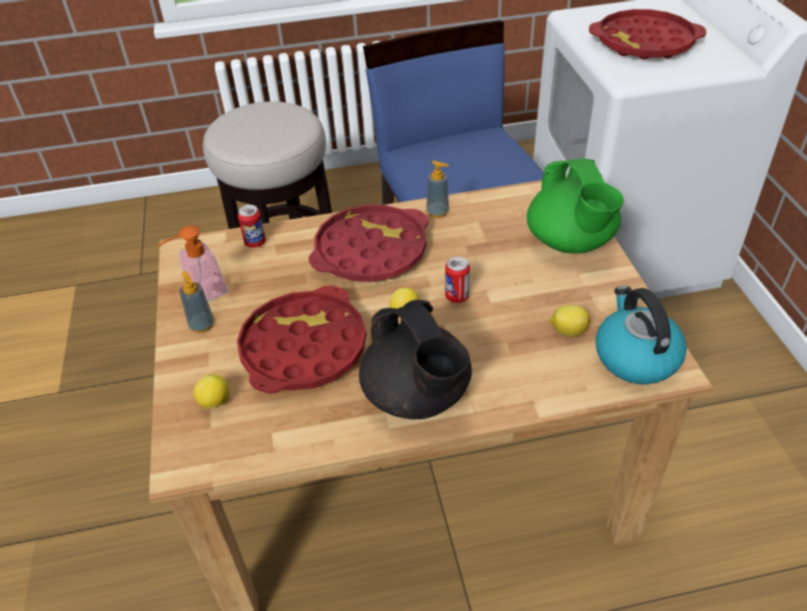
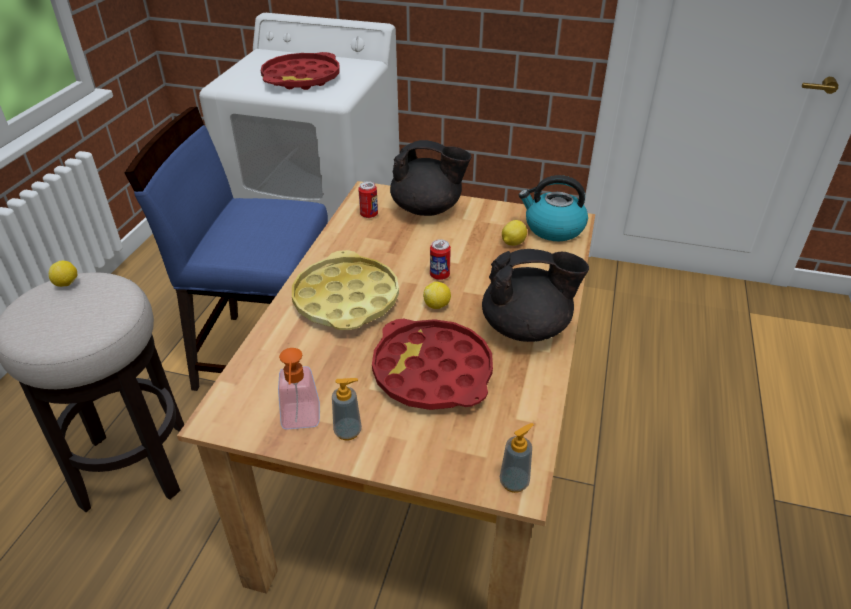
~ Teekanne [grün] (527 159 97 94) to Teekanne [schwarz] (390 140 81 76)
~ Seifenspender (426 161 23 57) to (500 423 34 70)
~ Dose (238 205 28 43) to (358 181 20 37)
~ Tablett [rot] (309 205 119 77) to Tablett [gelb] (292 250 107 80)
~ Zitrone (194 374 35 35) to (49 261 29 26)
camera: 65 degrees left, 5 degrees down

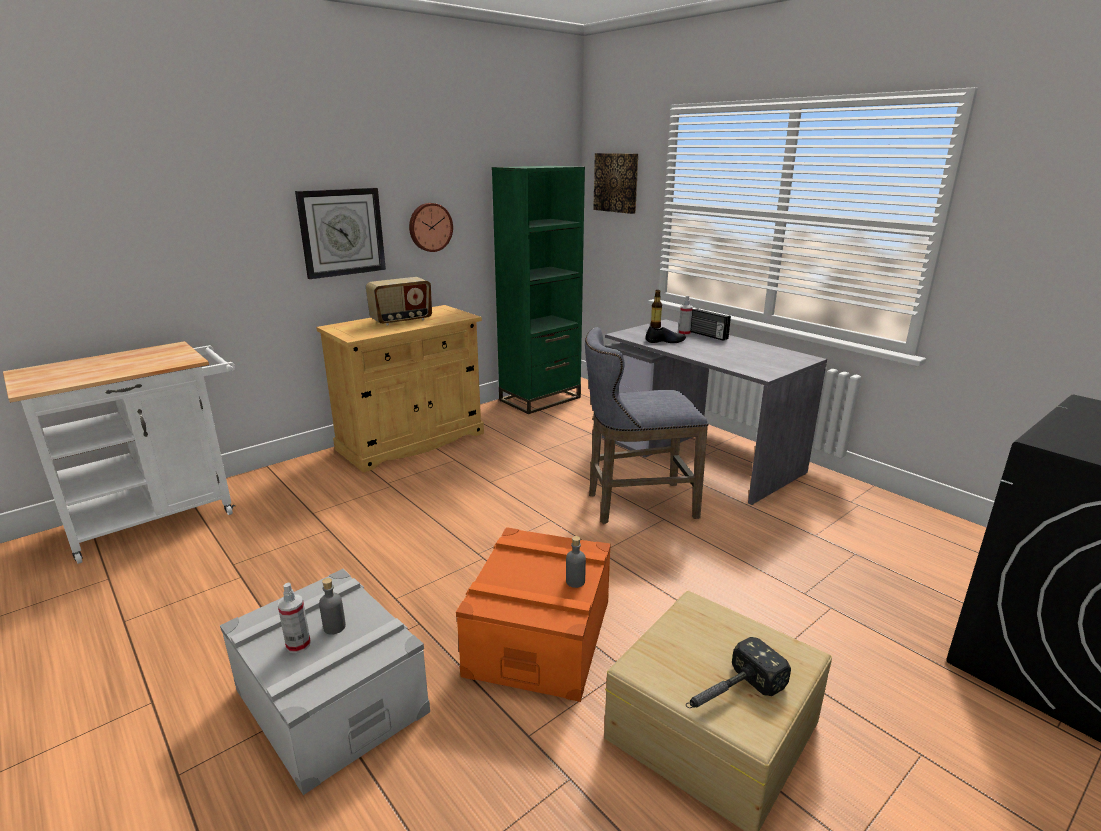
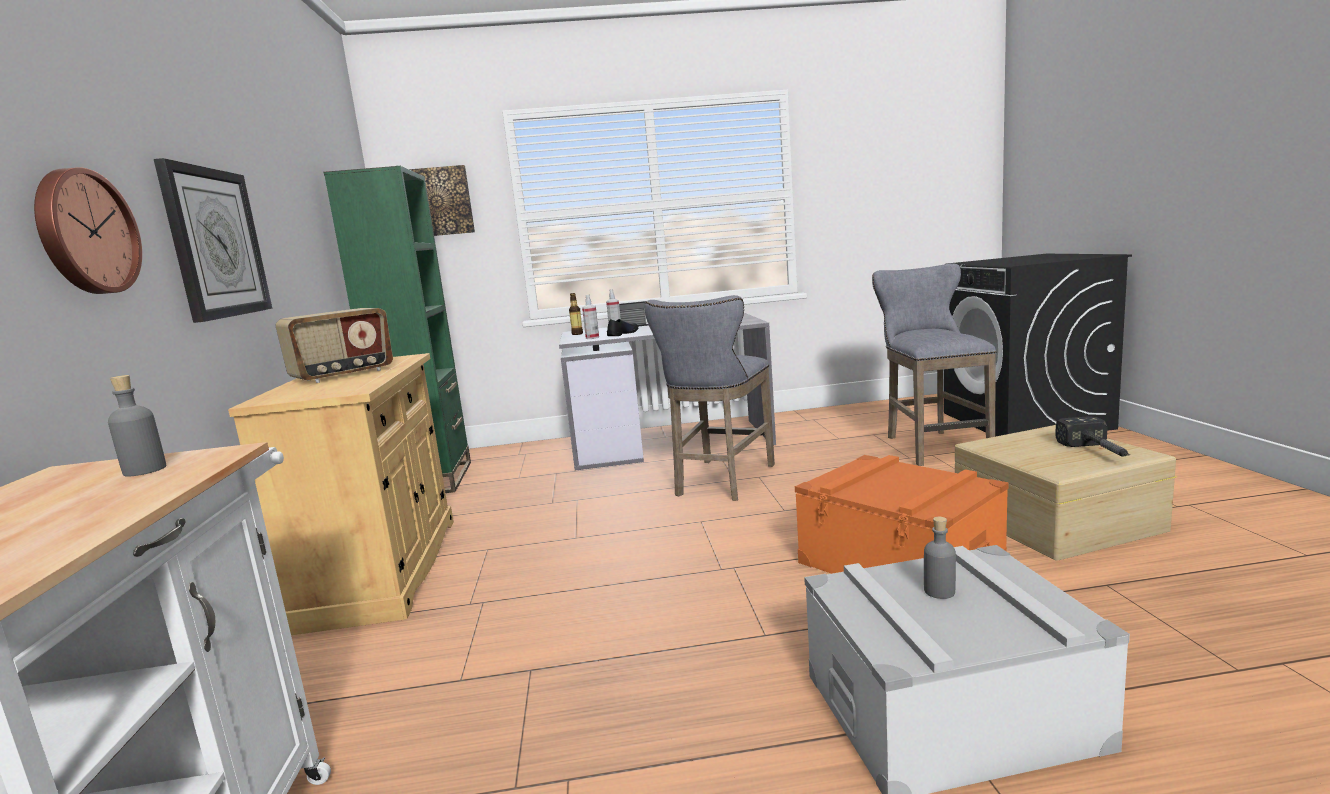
~ Wanduhr (409 203 44 49) to (34 167 108 127)
~ Radio (366 277 66 48) = (275 308 118 75) 45 degrees clockwise
~ Flasche [grau] (566 536 20 52) to (108 375 58 102)
~ Sprühflasche (278 583 32 70) to (582 294 17 45)
+ Hocker [grau] (872 264 124 202)
camera: 55 degrees left, 10 degrees down

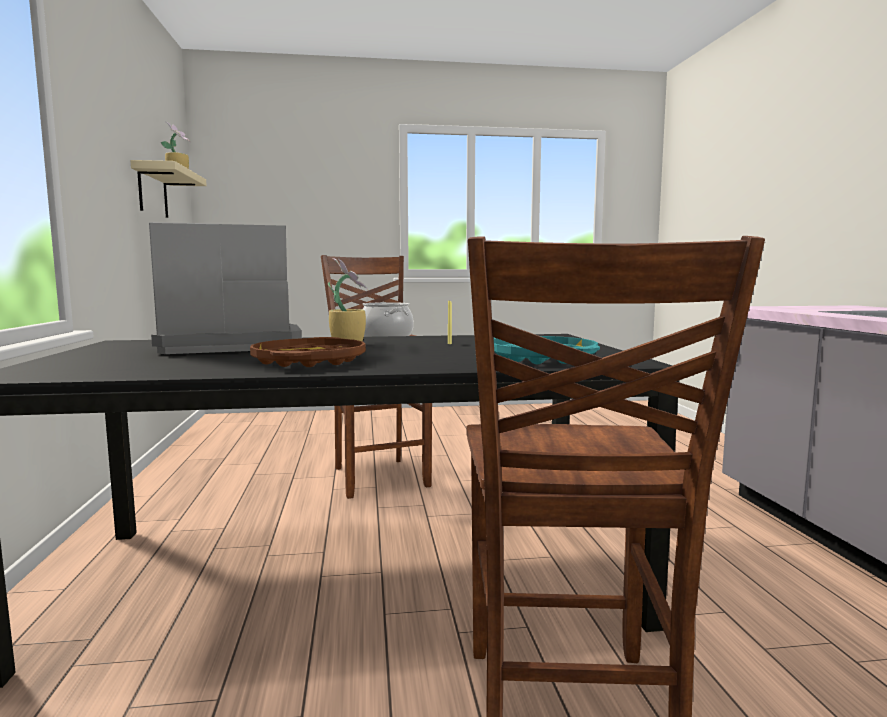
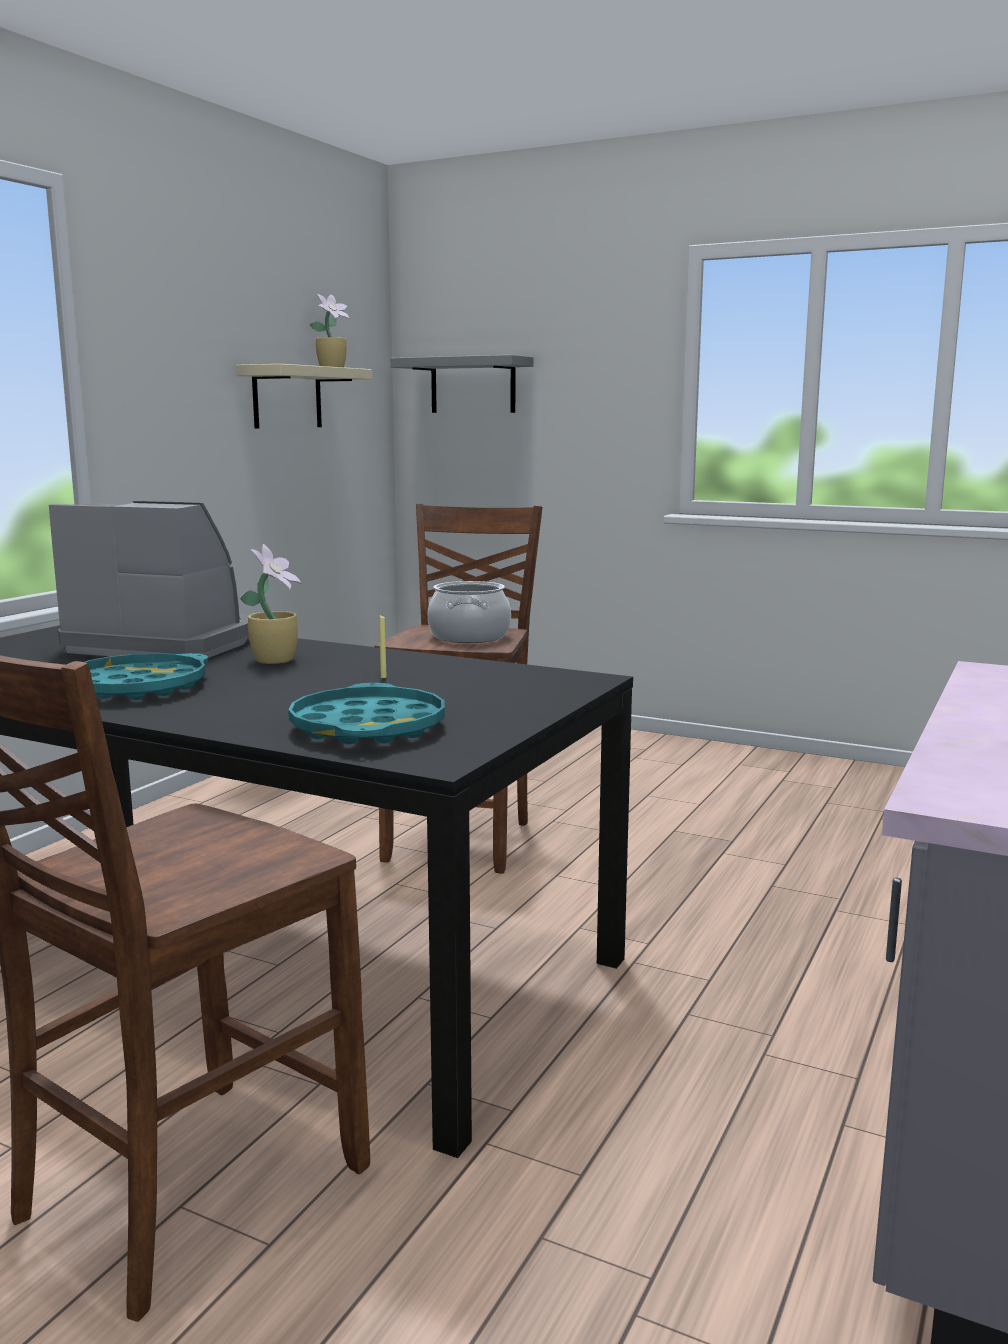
~ Tablett [braun] (250 337 116 30) to Tablett [türkis] (85 653 123 47)
+ Wandregal [grau] (390 355 143 58)
camera: 35 degrees right, 5 degrees up

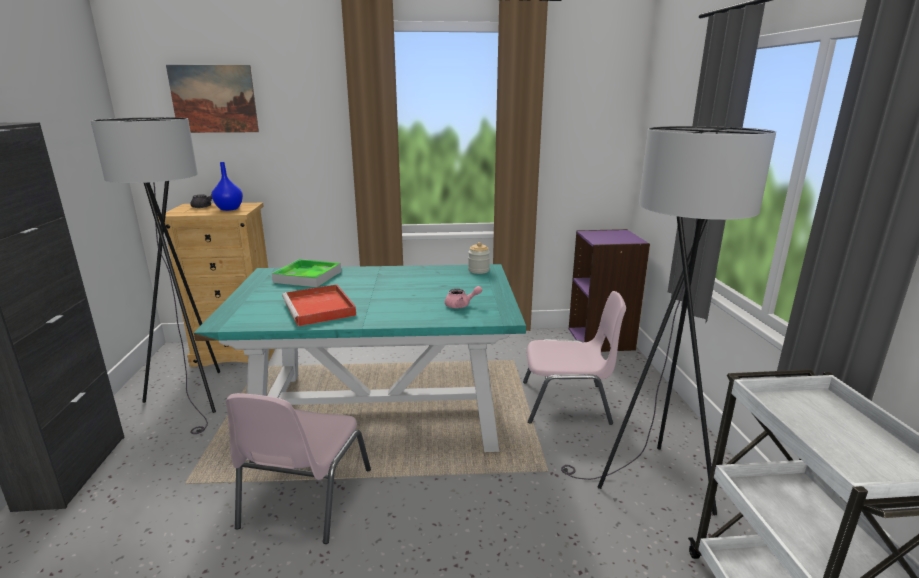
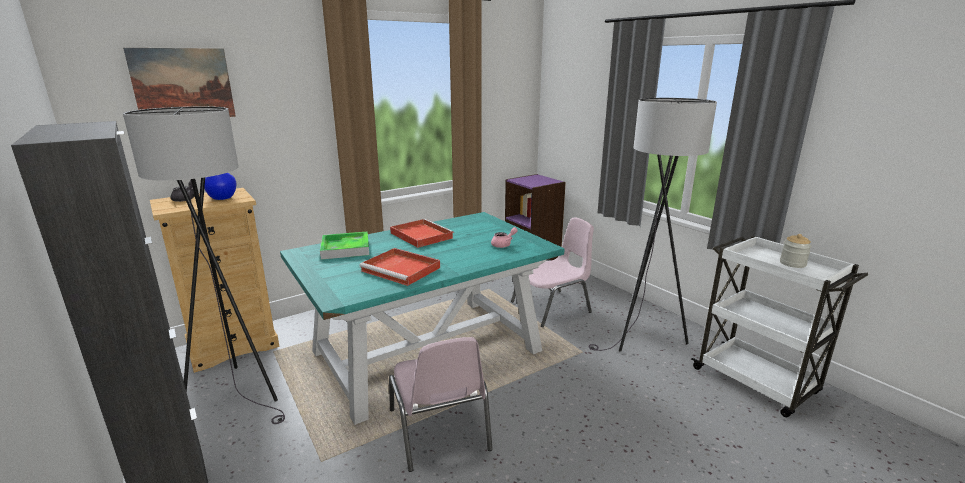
~ Vorratsglas (468 242 22 32) to (780 234 32 34)
+ Tablett [rot] (390 219 64 29)
camera: 30 degrees left, 0 degrees up

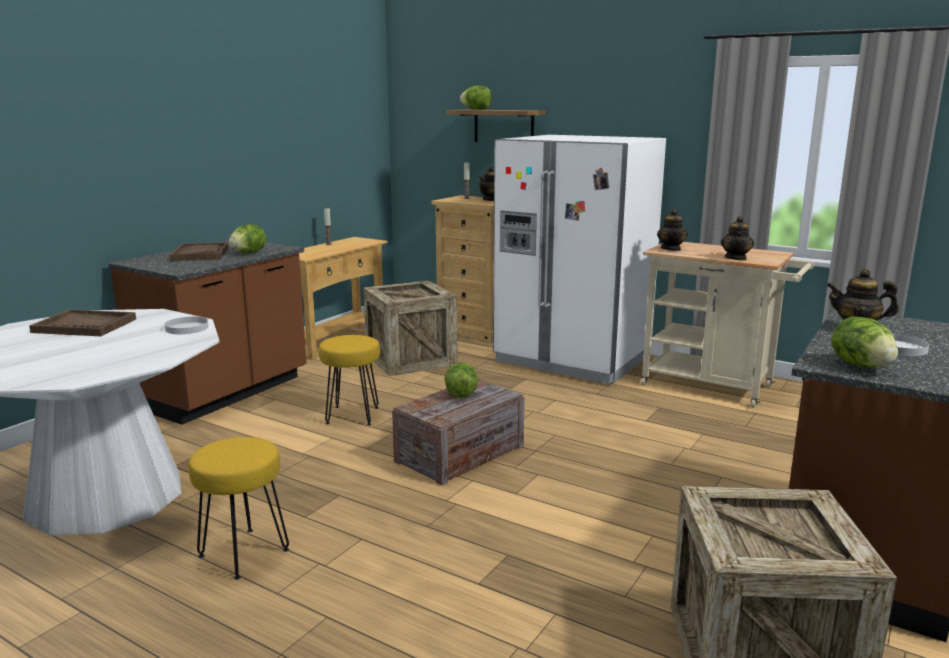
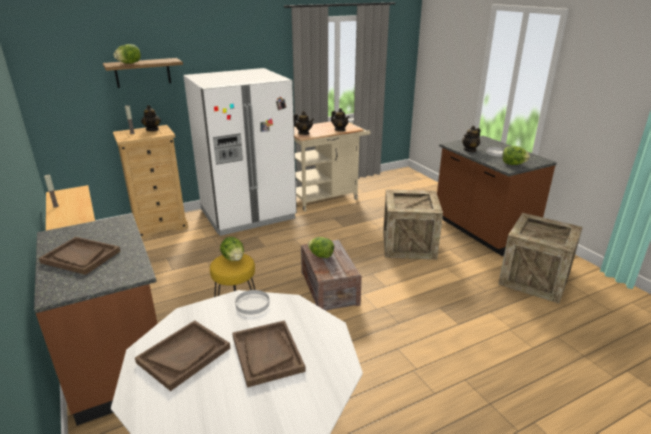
~ Salatkopf (229 224 37 29) to (220 237 24 24)
~ Kiste (363 280 94 96) to (383 190 60 70)
- Hocker [gelb] (188 437 101 143)
+ Tablett [braun] (232 320 74 68)
camera: 60 degrees left, 10 degrees up

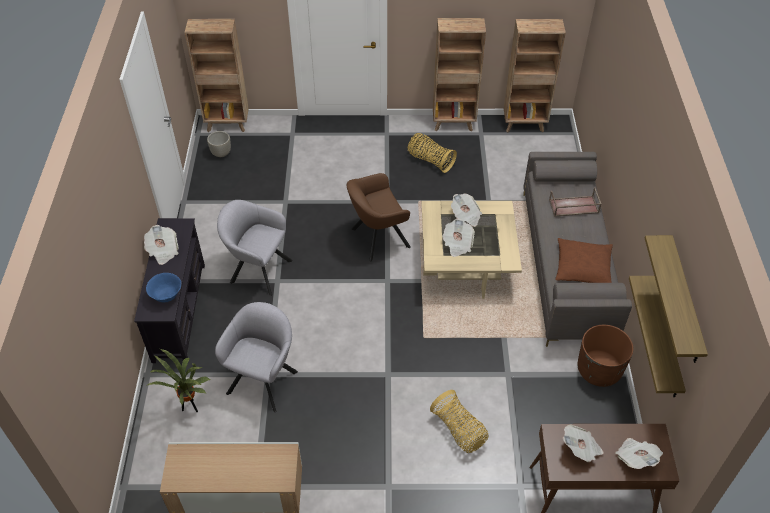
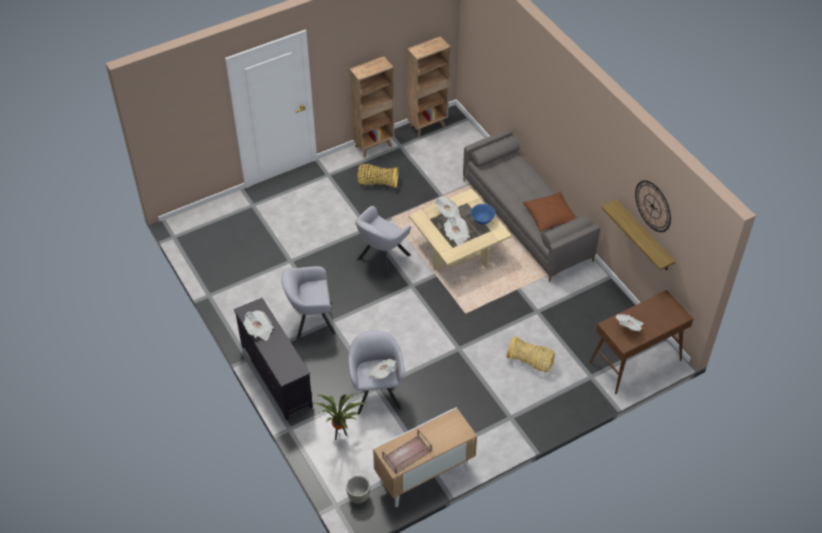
- Bücherregal [braun] (184 19 65 113)
~ Pflanzkübel [grau] (207 131 24 26) to (346 475 24 29)
~ Sessel [braun] (347 173 64 88) to Sessel [grau] (355 206 56 72)
~ Tablett [braun] (549 187 53 30) to (382 429 50 45)
~ Wandregal (645 235 63 128) to Wanduhr (635 180 36 52)
~ Schüssel [blau] (146 273 35 29) to (471 204 24 21)
- Pflanzkübel [braun] (578 325 56 62)
~ Zeitung (615 438 48 31) to (368 359 28 20)
camera: 30 degrees left, 0 degrees up

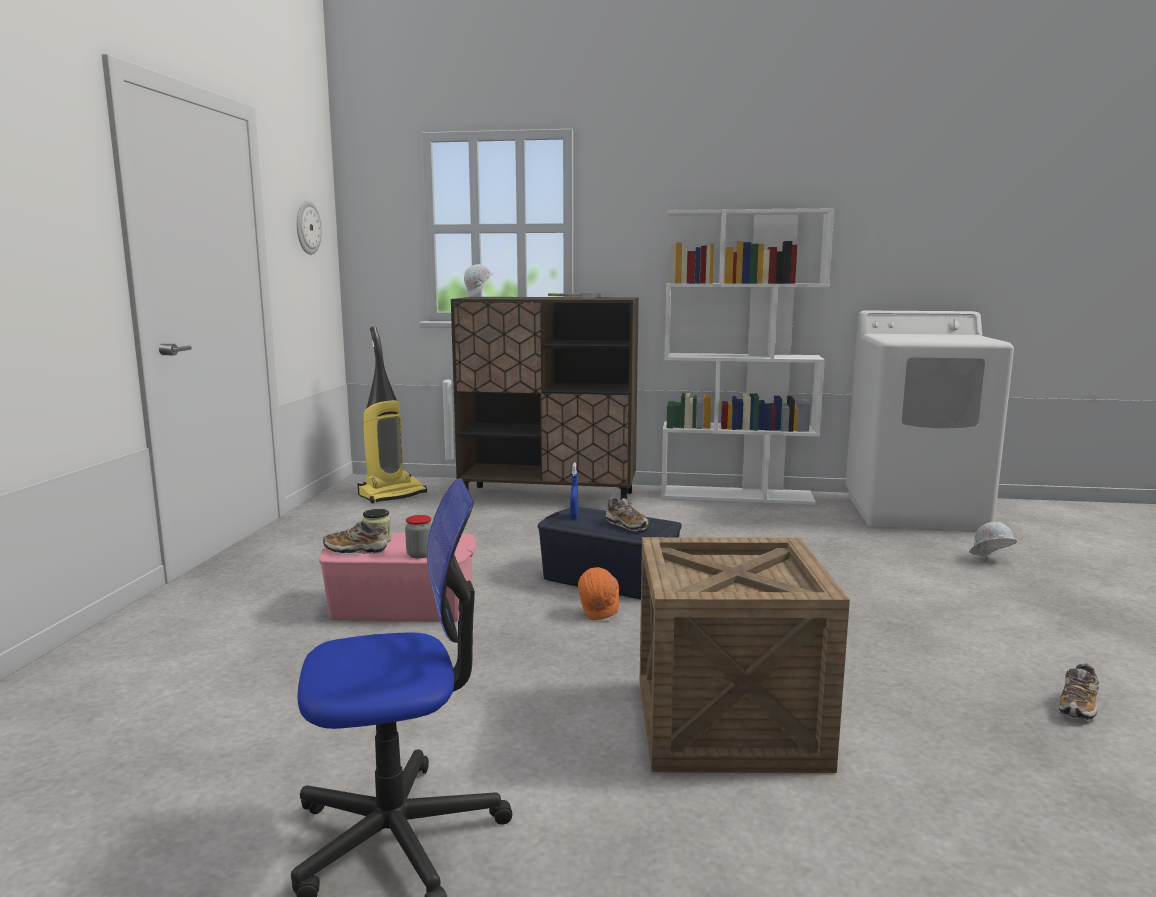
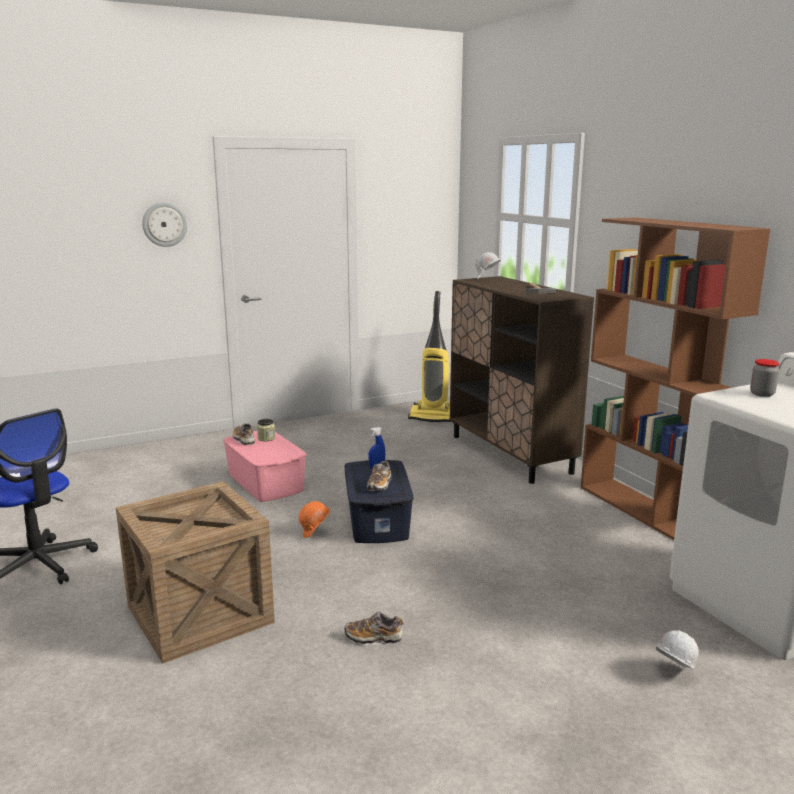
~ Wanduhr (297 201 25 54) to (142 202 46 45)
~ Bücherregal [weiß] (661 208 174 297) to Bücherregal [braun] (581 217 189 323)
~ Vorratsglas (405 515 27 43) to (750 359 30 38)
~ Schuh (1059 663 40 57) to (344 611 60 34)
camera: 55 degrees right, 5 degrees up

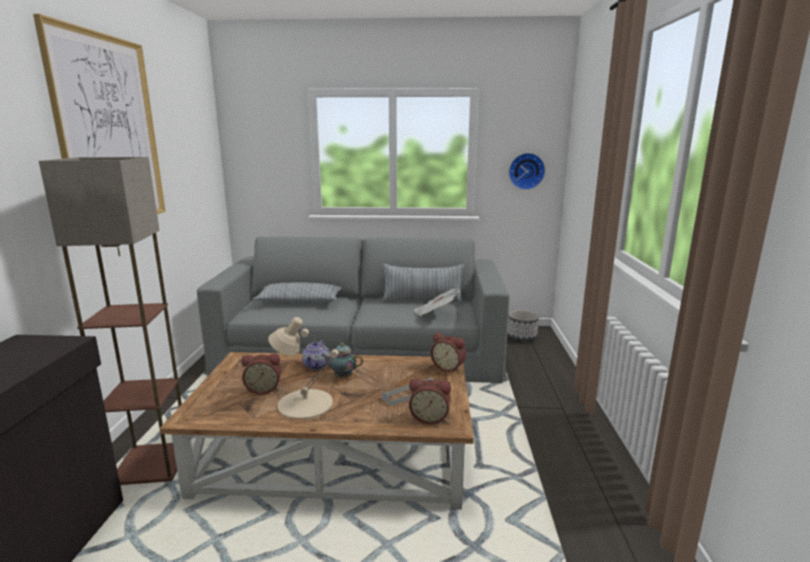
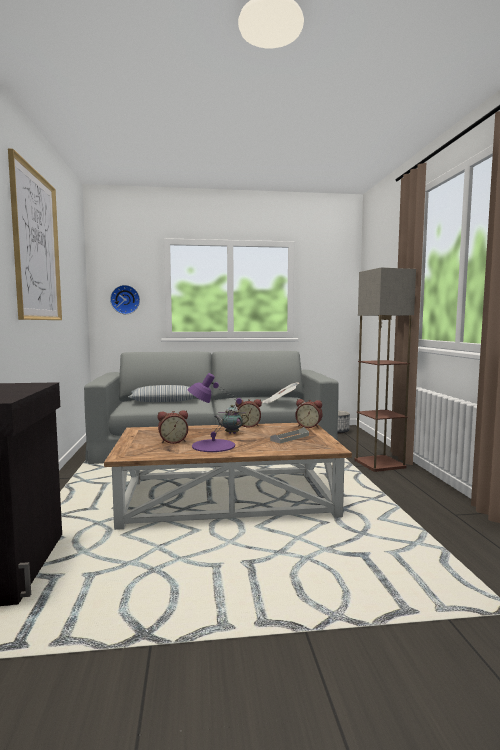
~ Wanduhr (509 153 36 37) to (110 285 30 29)
~ Stehlampe (39 157 143 328) to (355 267 61 205)
- Kissen (382 264 82 39)
~ Tischlampe [beige] (268 317 71 102) to Tischlampe [lila] (187 373 55 79)
- Teekanne (302 340 28 30)
~ Wecker (409 379 42 45) to (235 399 27 28)
camera: 10 degrees left, 10 degrees down

